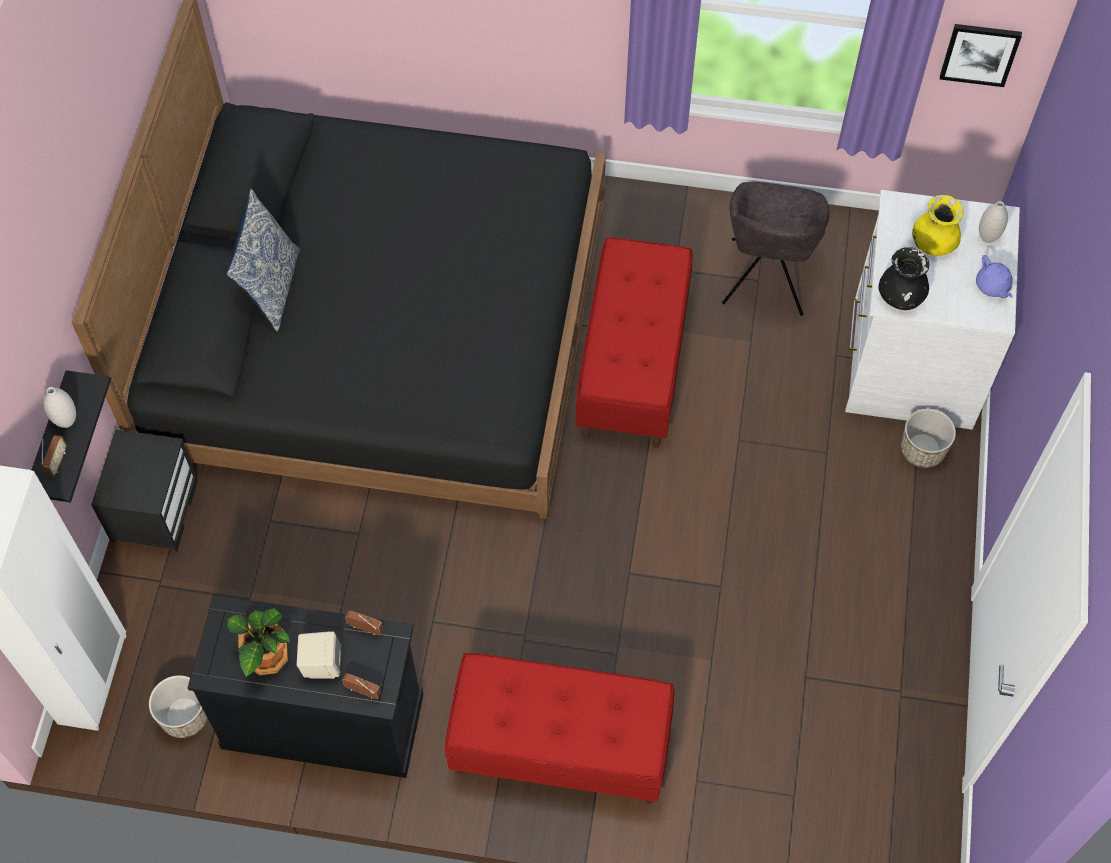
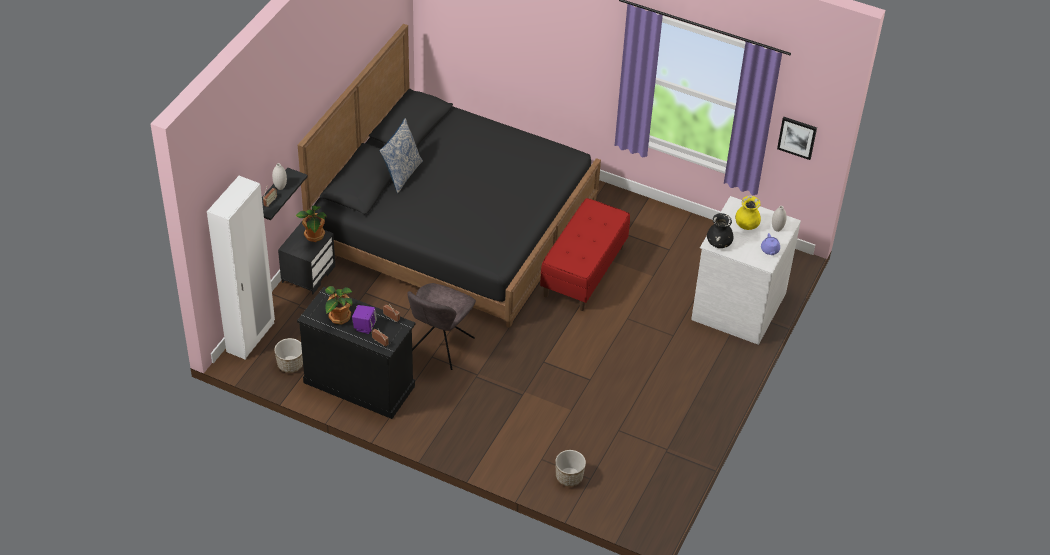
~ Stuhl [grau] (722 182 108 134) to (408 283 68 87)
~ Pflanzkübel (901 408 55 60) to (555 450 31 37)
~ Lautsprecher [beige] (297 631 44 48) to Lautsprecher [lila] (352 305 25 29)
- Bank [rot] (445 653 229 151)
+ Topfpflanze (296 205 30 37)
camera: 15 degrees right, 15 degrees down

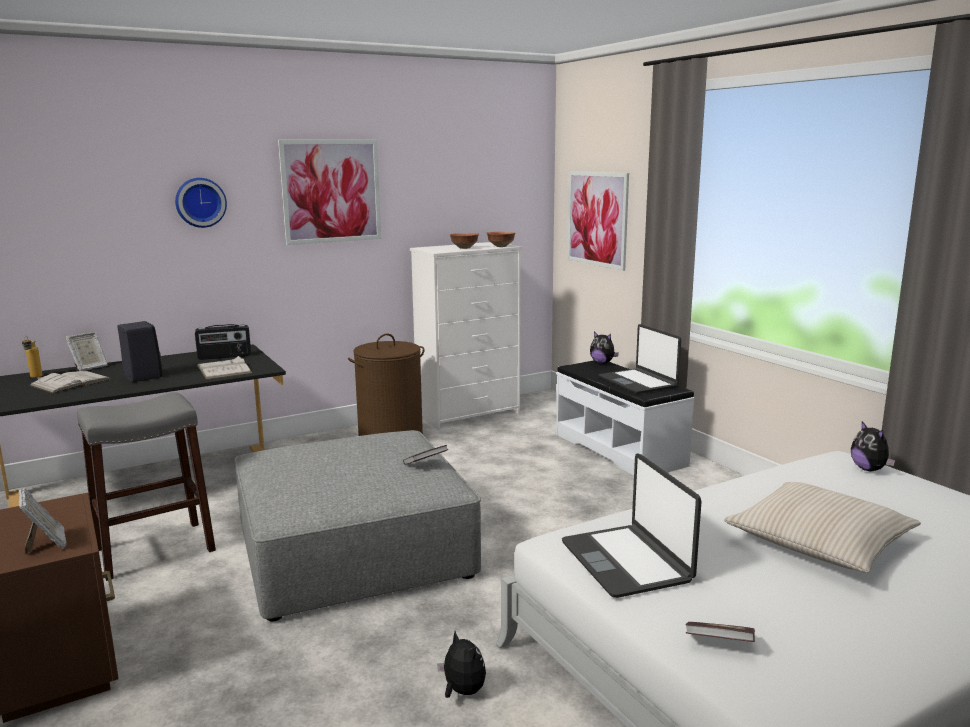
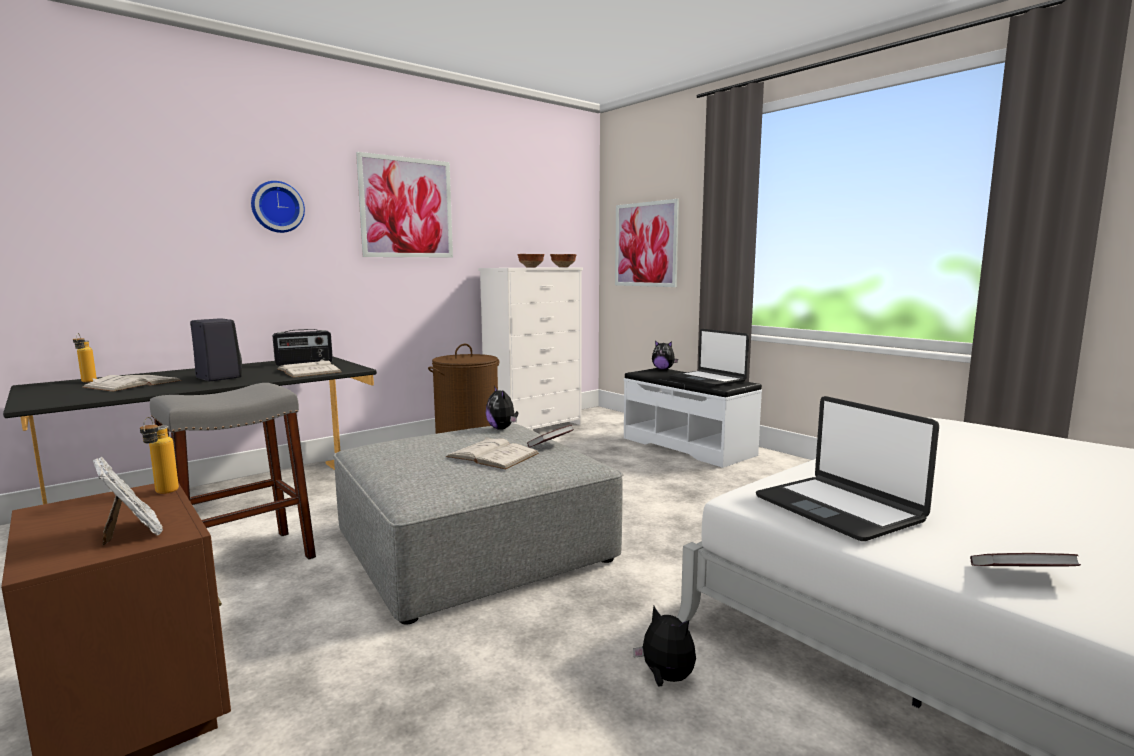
- Bilderrahmen (65 332 43 39)
~ Plüschtier (851 421 45 50) to (486 386 32 44)
- Kissen [beige] (724 482 197 91)
+ Flasche (140 417 39 77)
+ Buch [weiß] (446 437 93 32)
camera: 10 degrees left, 5 degrees down

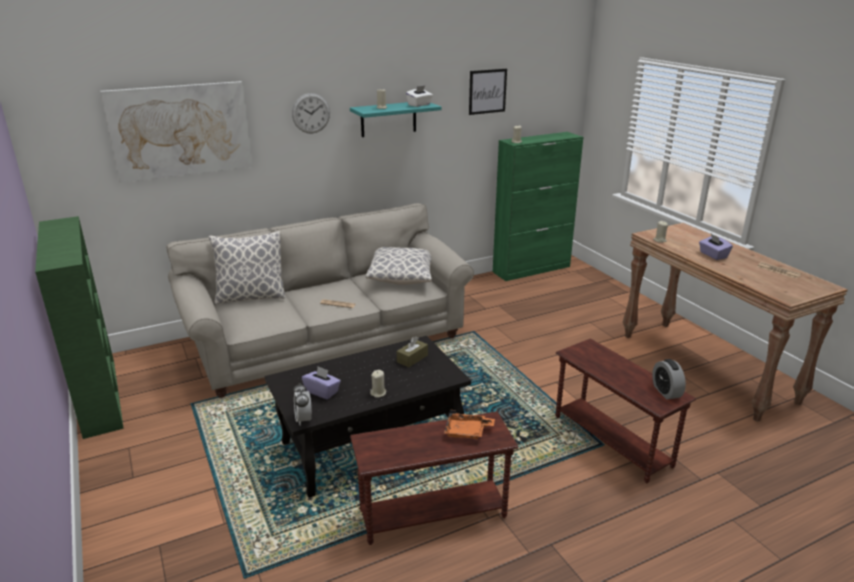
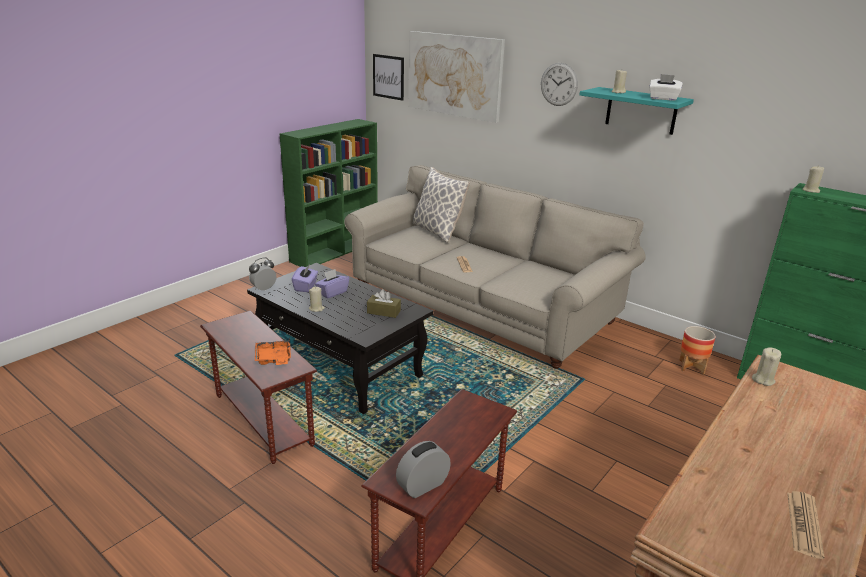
~ Bild (469 69 38 46) to (373 54 31 47)
~ Taschentuchbox [lila] (699 234 34 26) to (315 269 34 30)
- Kissen (366 247 66 38)
+ Pflanzkübel (679 326 37 49)
camera: 65 degrees right, 0 degrees up

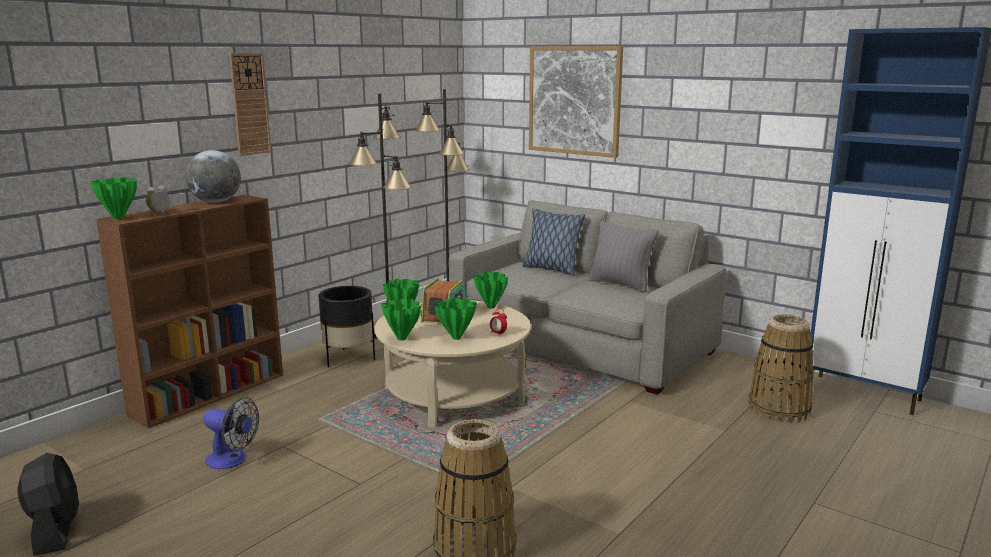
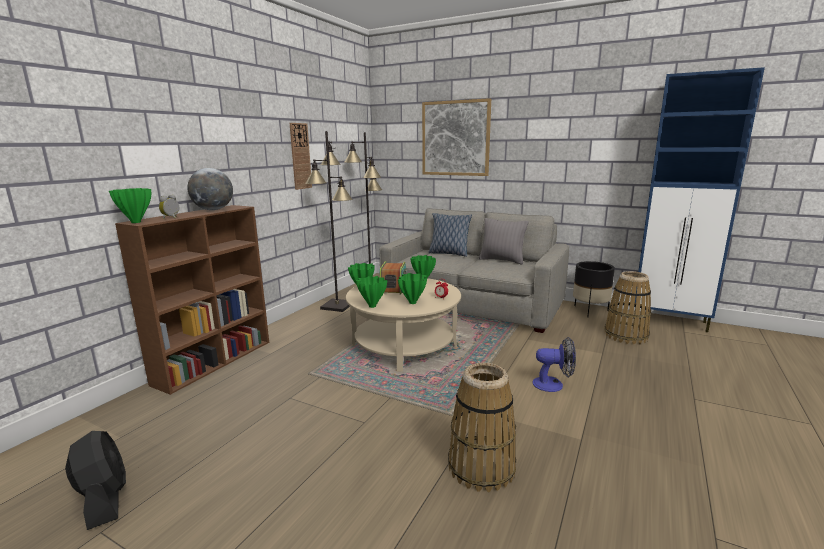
~ Wanduhr (229 53 42 103) to (290 123 22 67)
~ Pflanzkübel [schwarz] (319 286 56 81) to (573 261 42 57)
~ Ventilator (203 397 56 72) to (532 337 44 55)
camera: 10 degrees left, 0 degrees up

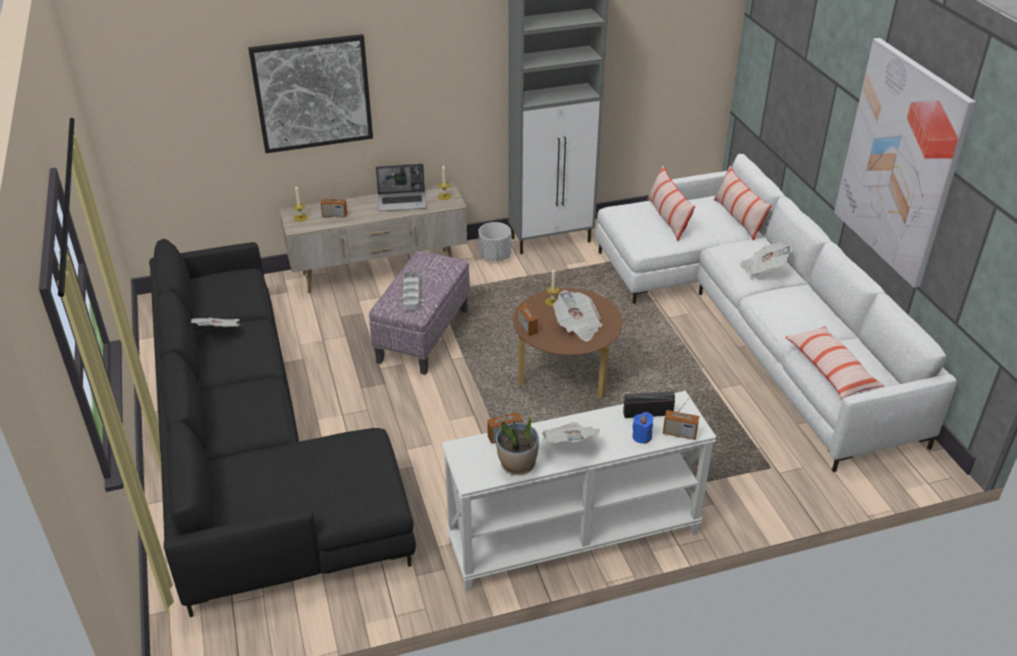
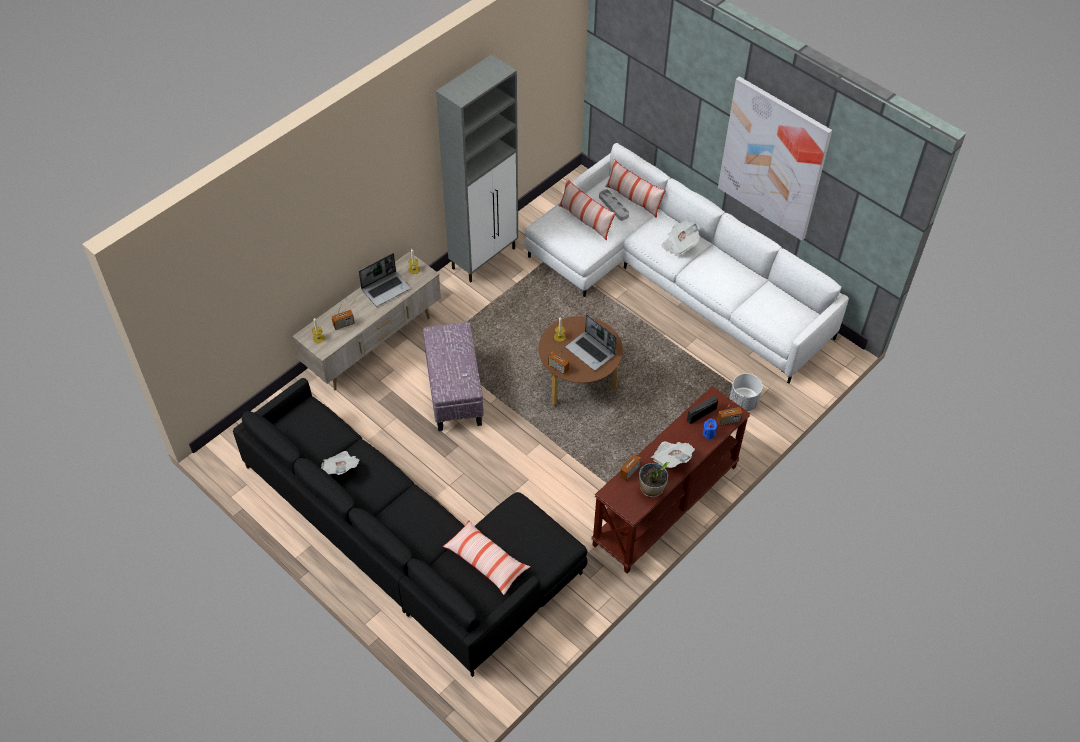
- Bild (248 34 125 119)
~ Pflanzkübel [weiß] (478 222 33 40) to (730 373 33 38)
~ Tablett [grau] (403 272 17 39) to (599 189 30 32)
~ Zeitung (553 290 50 51) to Laptop (566 314 51 57)
~ Kissen (785 326 99 72) to (443 520 87 75)
~ Konsolentisch [weiß] (442 391 275 200) to Konsolentisch [braun] (591 386 159 188)
camera: 30 degrees left, 15 degrees up

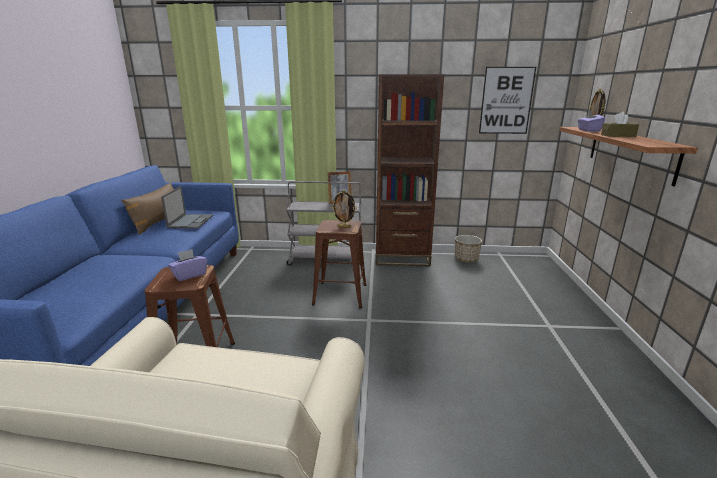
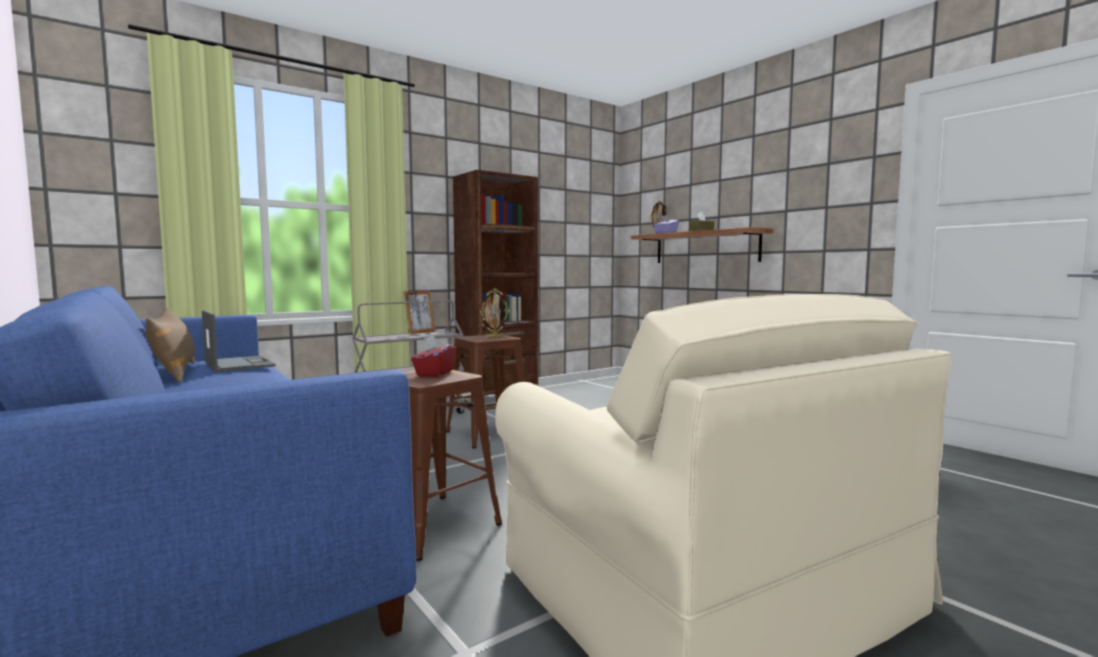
- Bild (479 67 57 67)
- Pflanzkübel (455 235 27 27)
~ Taschentuchbox [lila] (168 249 39 32) to Taschentuchbox [rot] (411 335 45 42)
camera: 40 degrees left, 15 degrees down

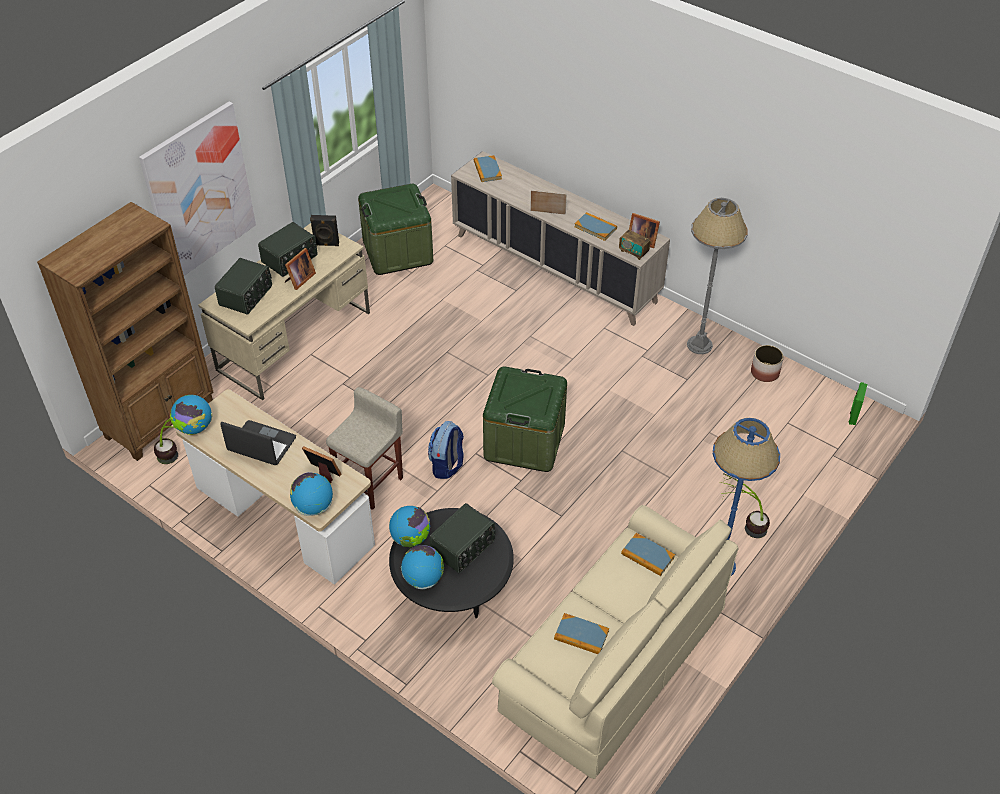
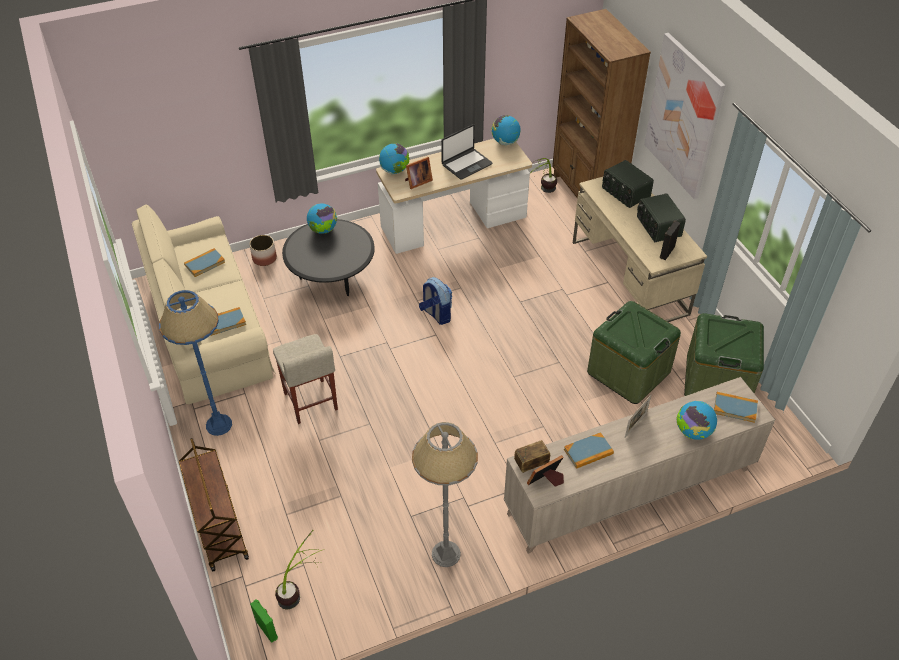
- Bilderrahmen (285 248 31 42)
~ Pflanzkübel (751 345 33 37) to (249 235 28 31)
~ Aufbewahrungsbox [grün] (483 366 84 106) to (587 301 94 103)
~ Hocker [beige] (326 387 77 123) to (273 334 65 90)
~ Topfpflanze (719 474 51 64) to (275 530 50 80)
- Radio (430 503 65 70)
~ Globus (389 506 41 41) to (676 401 41 39)
+ Rollwagen [braun] (179 438 70 134)
camera: 120 degrees right, 0 degrees up

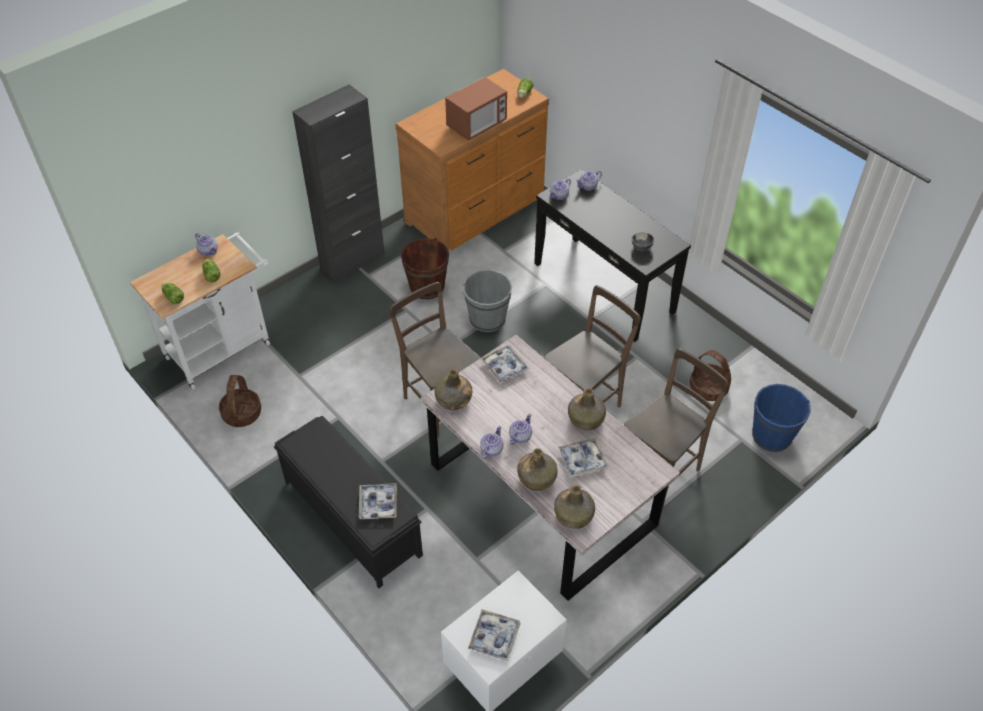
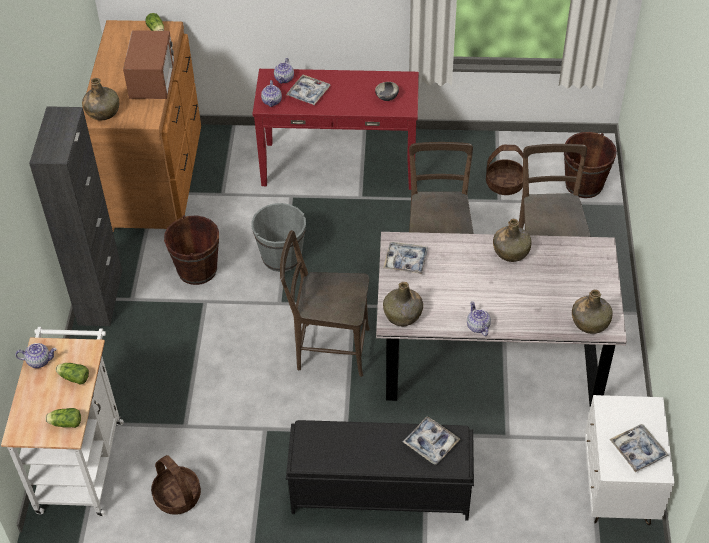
~ Konsolentisch [schwarz] (534 169 157 173) to Konsolentisch [rot] (252 69 167 121)
~ Eimer [blau] (752 384 59 68) to Eimer [braun] (564 132 53 66)
- Teekanne (509 414 23 31)
~ Tablett (559 438 49 39) to (286 75 44 30)
~ Flasche [grün] (517 448 41 43) to (82 78 37 42)
camera: 45 degrees left, 0 degrees up

